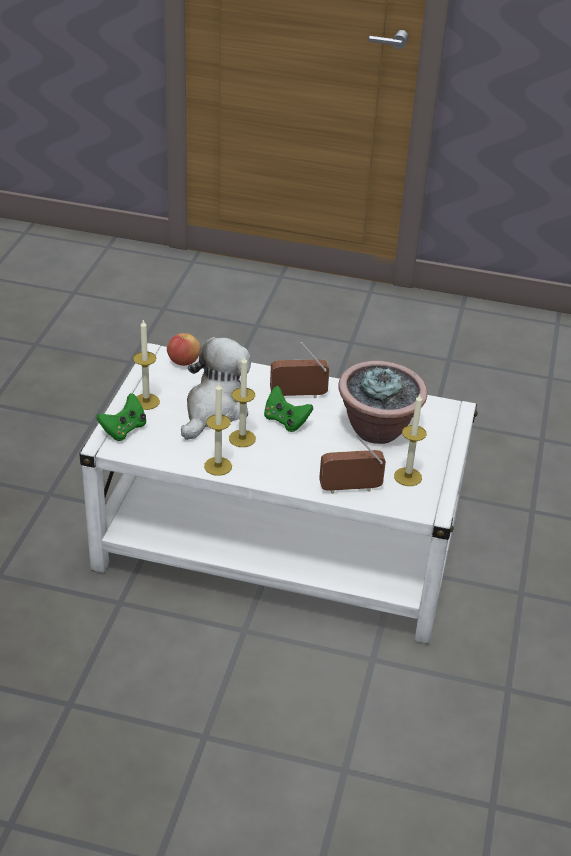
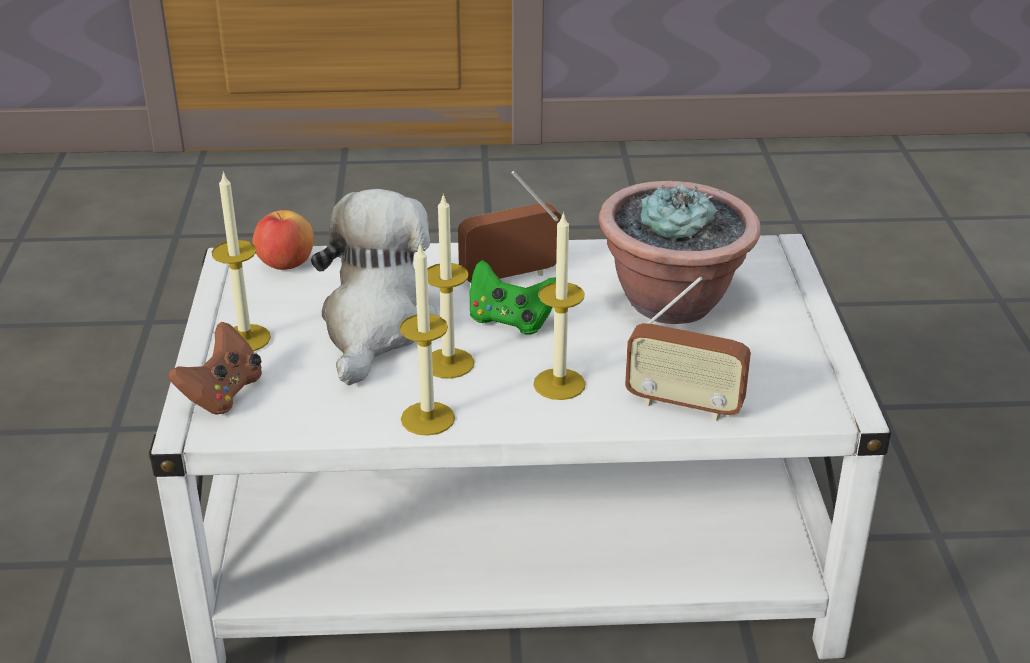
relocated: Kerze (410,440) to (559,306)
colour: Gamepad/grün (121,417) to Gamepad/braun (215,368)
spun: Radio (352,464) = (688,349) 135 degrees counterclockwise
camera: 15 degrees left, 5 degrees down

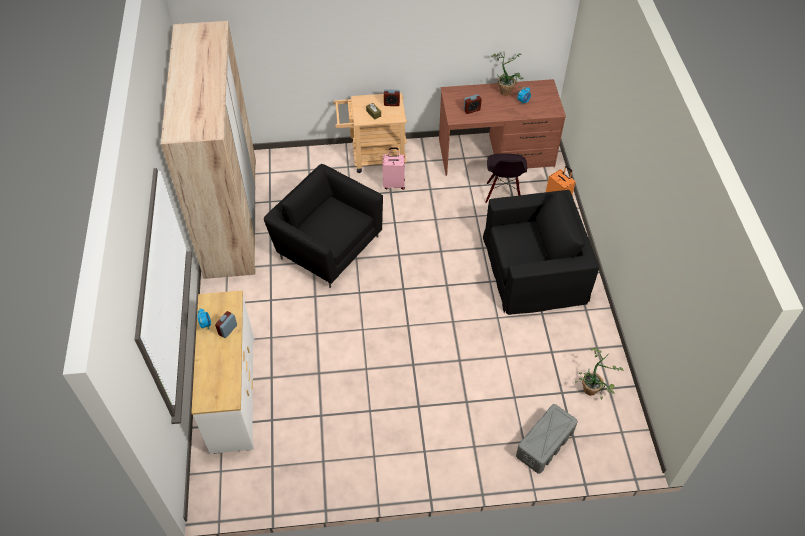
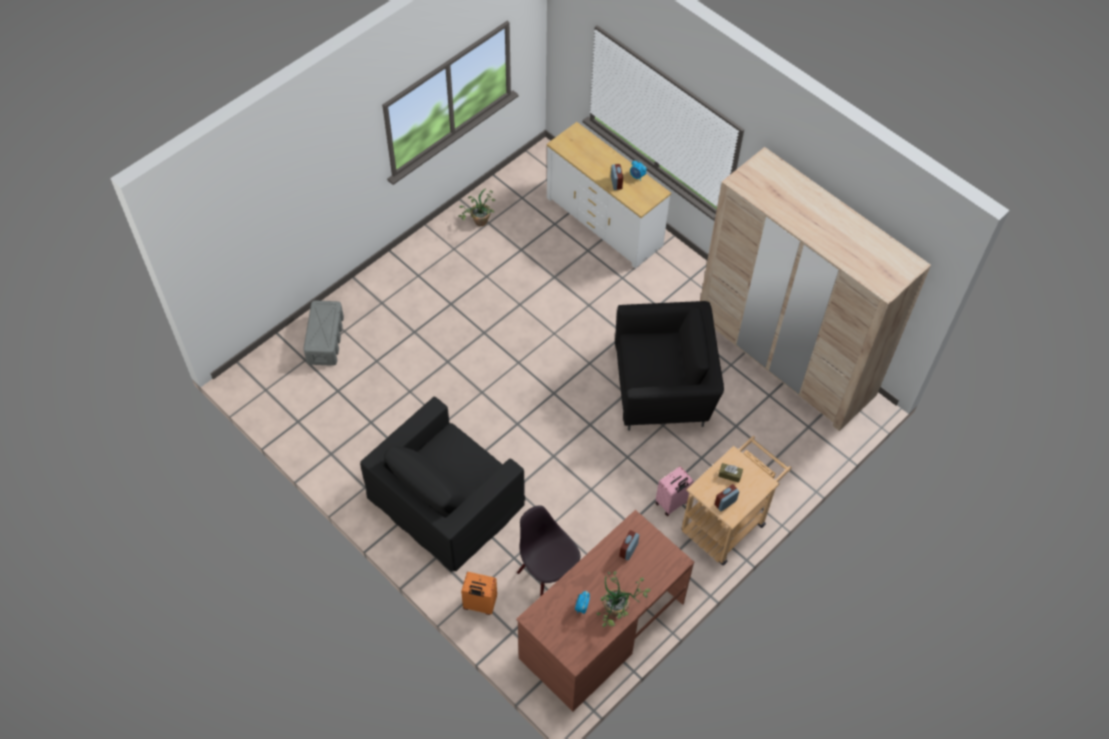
relocated: Topfpflanze (599,374) to (476,207)
camera: 140 degrees right, 5 degrees up

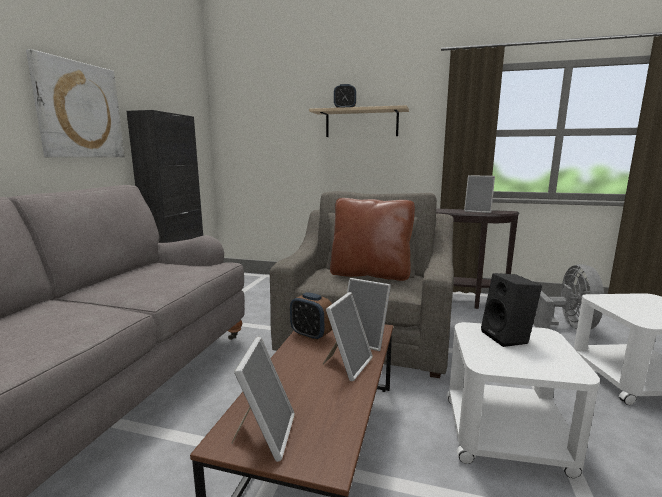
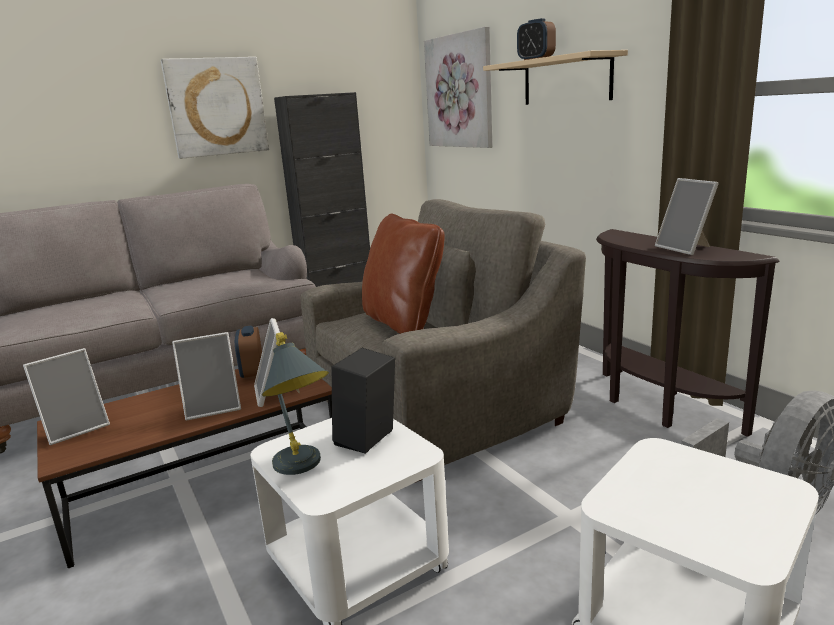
appeared: Tischlampe/grau (295,403); Bild (458,87)
camera: 45 degrees right, 5 degrees up

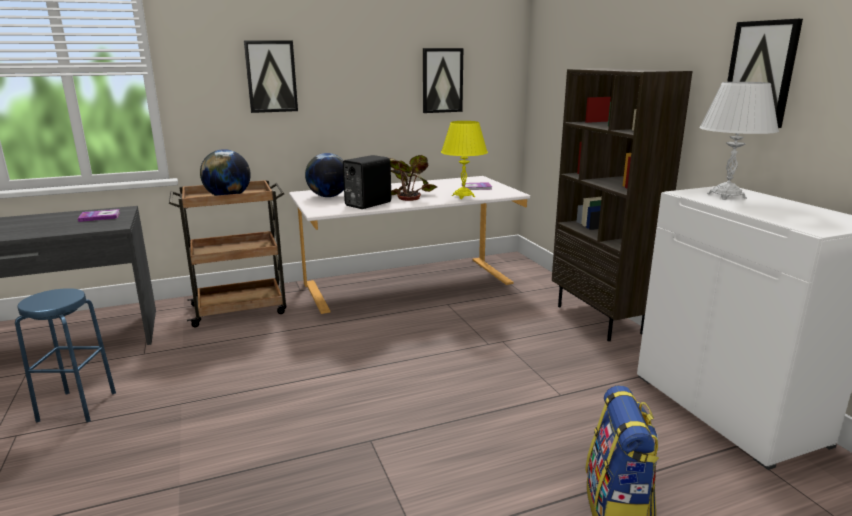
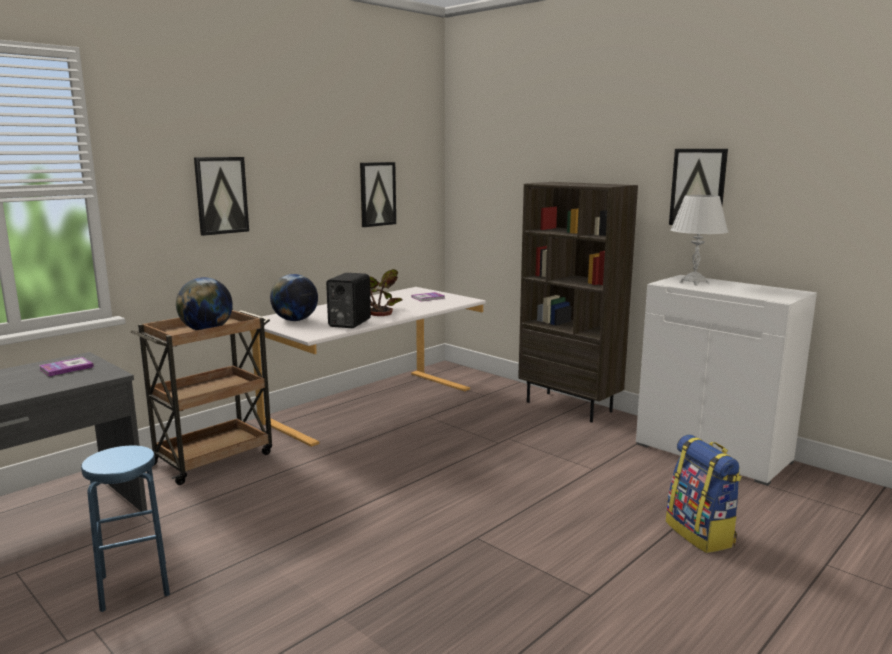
missing: Tischlampe/gelb (464,160)
camera: 25 degrees left, 5 degrees down

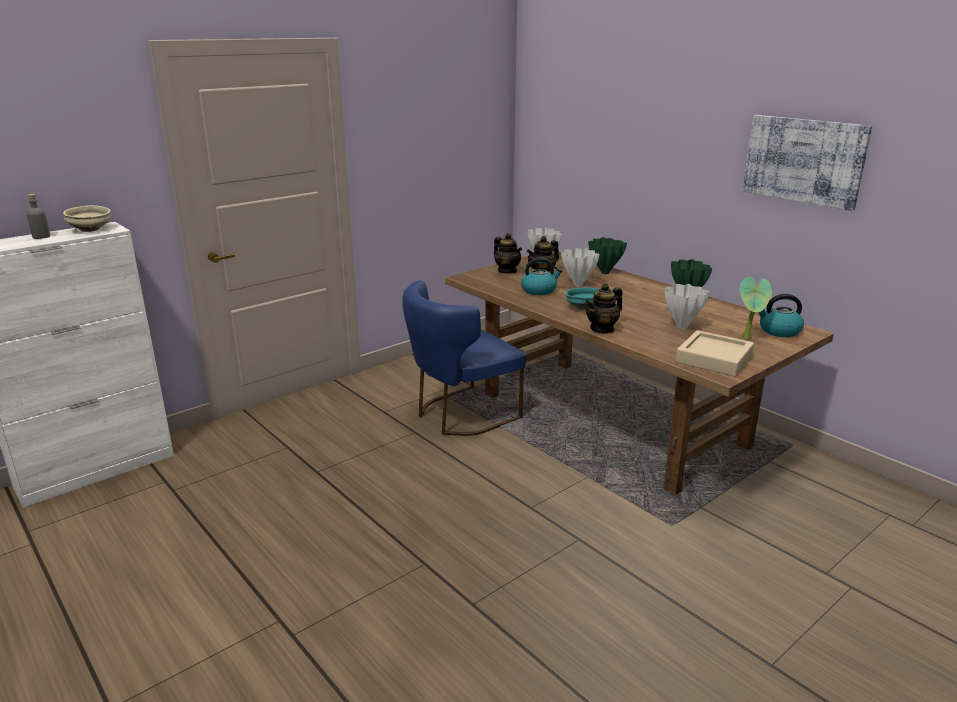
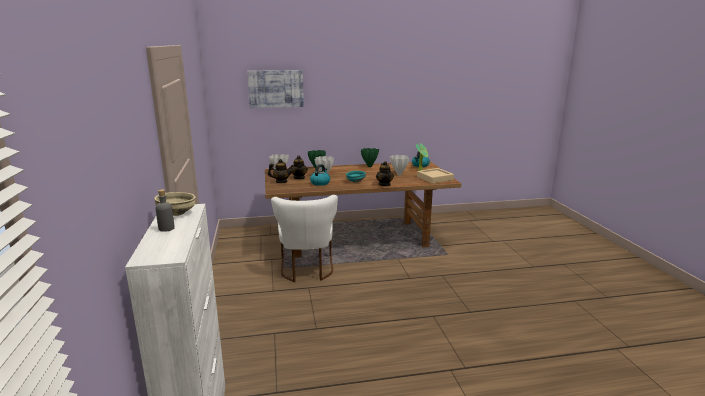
relocated: Bild (807,163) to (275,89)
colour: Stuhl/blau (464,358) to Stuhl/weiß (304,238)
camera: 60 degrees left, 5 degrees down

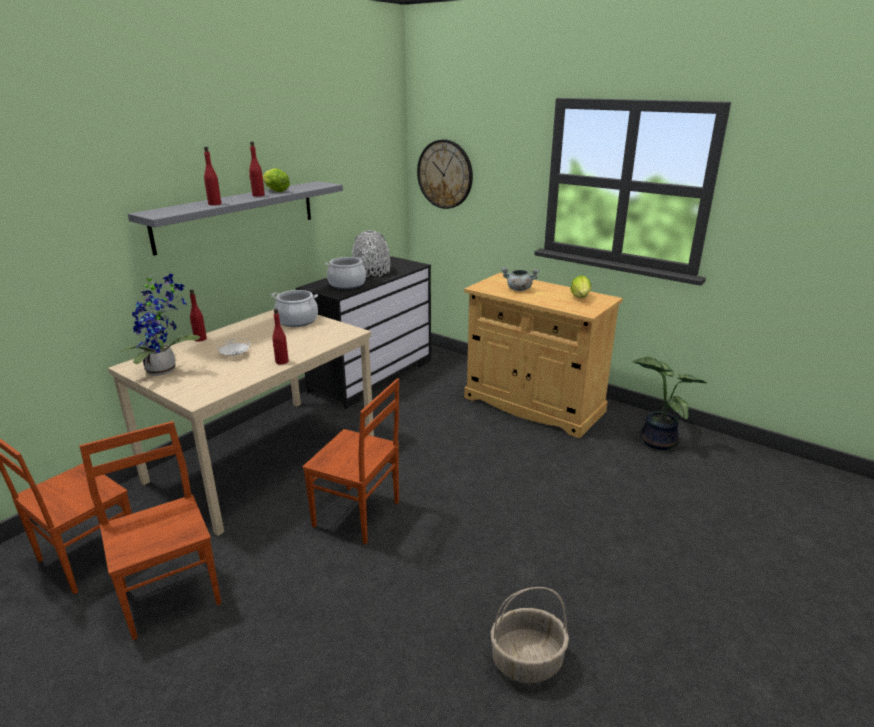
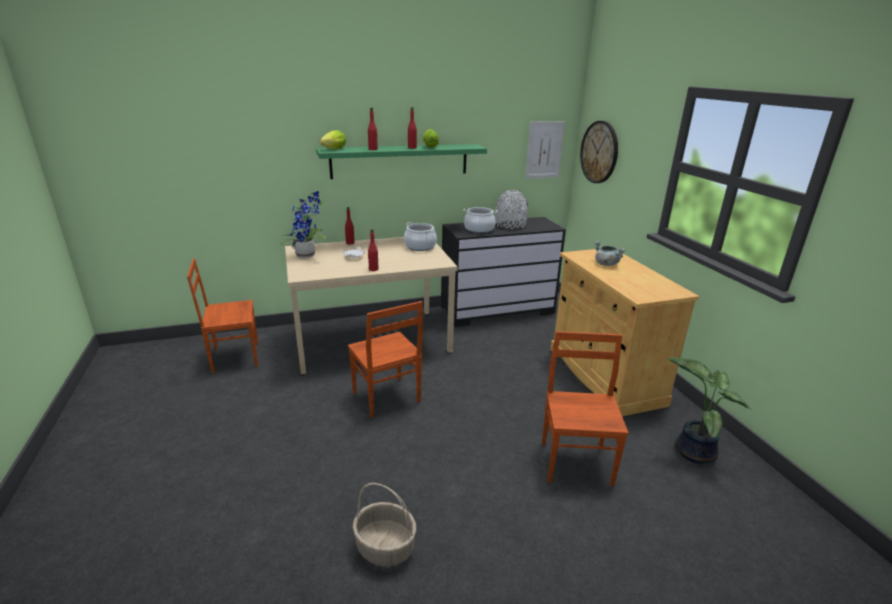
appeared: Bild (545,150)
relocated: Stuhl/braun (150,530) to (585,408); Salatkopf (580,286) to (332,139)
colour: Wandregal/grau (235,218) to Wandregal/grün (401,161)
camera: 35 degrees right, 0 degrees up

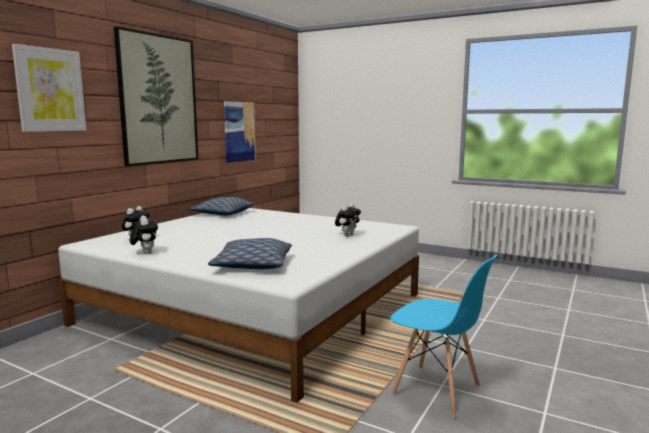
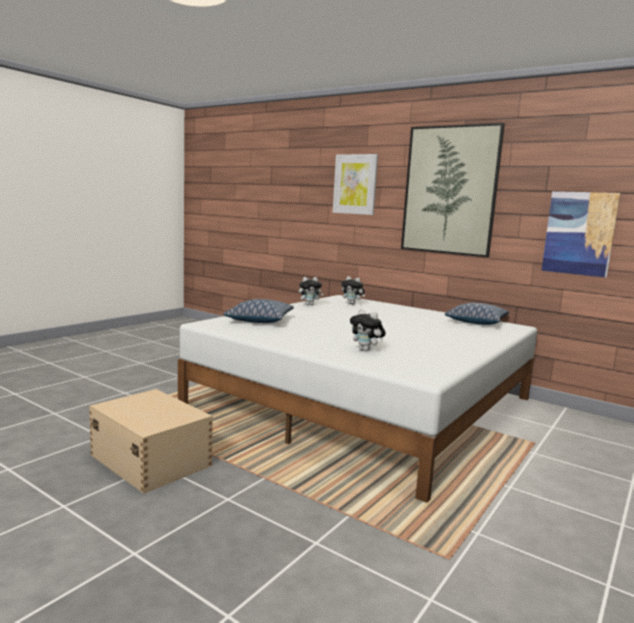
exchanged: Stuhl/blau (444,336) to Aufbewahrungsbox/beige (151,441)
camera: 95 degrees right, 0 degrees up

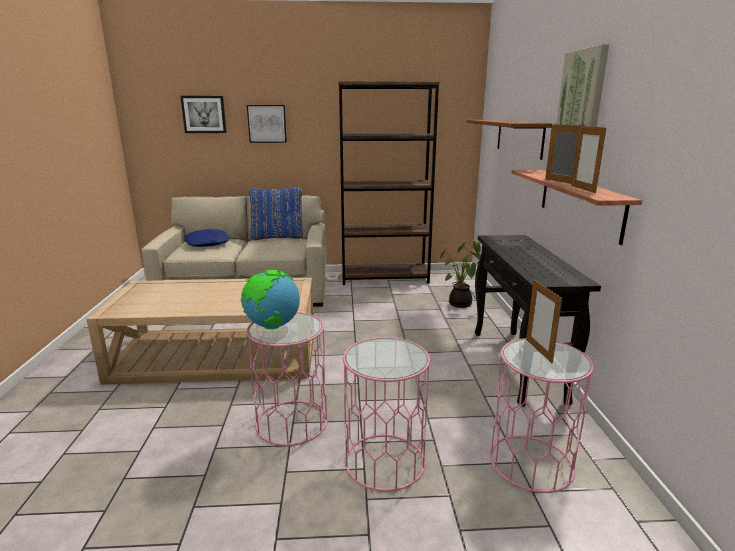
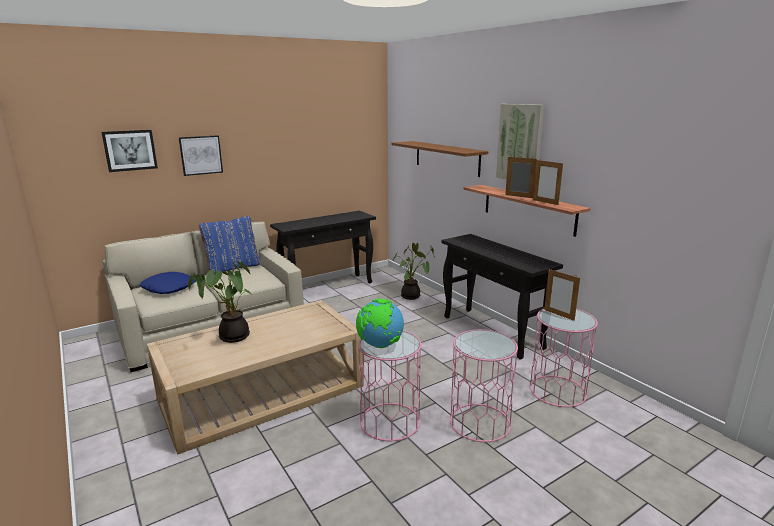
appeared: Topfpflanze (219,302)
exchanged: Bücherregal/braun (389,183) to Konsolentisch/schwarz (323,247)
camera: 30 degrees left, 0 degrees up

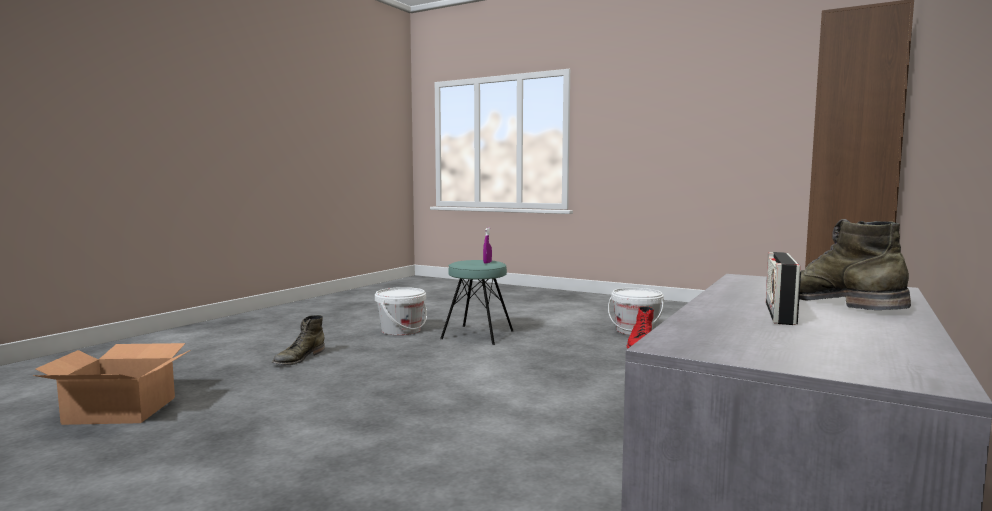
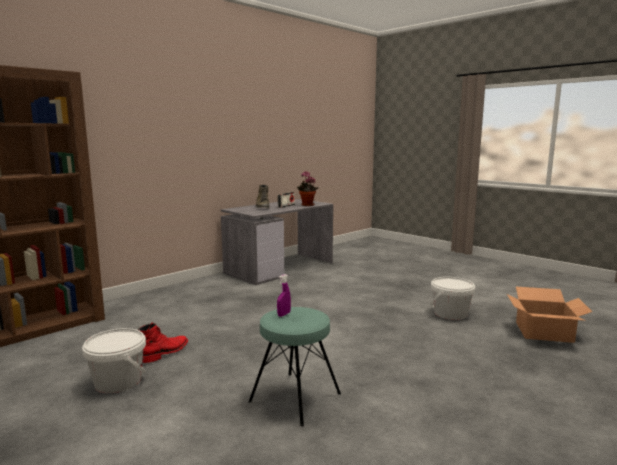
missing: Stiefel/grün (298,340)
appeared: Topfpflanze (307,188)
relocated: Eimer/weiß (401,311) to (452,298)
camera: 165 degrees left, 5 degrees up

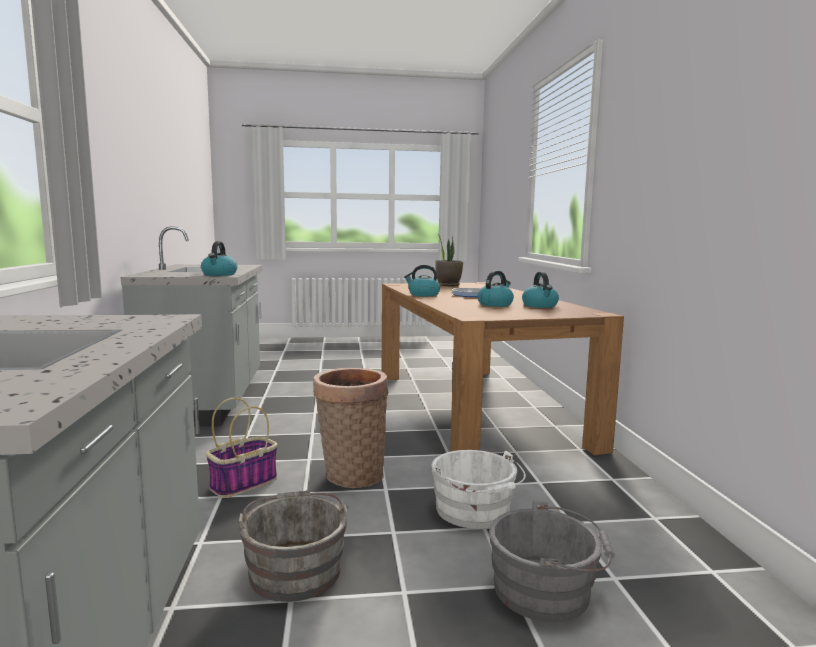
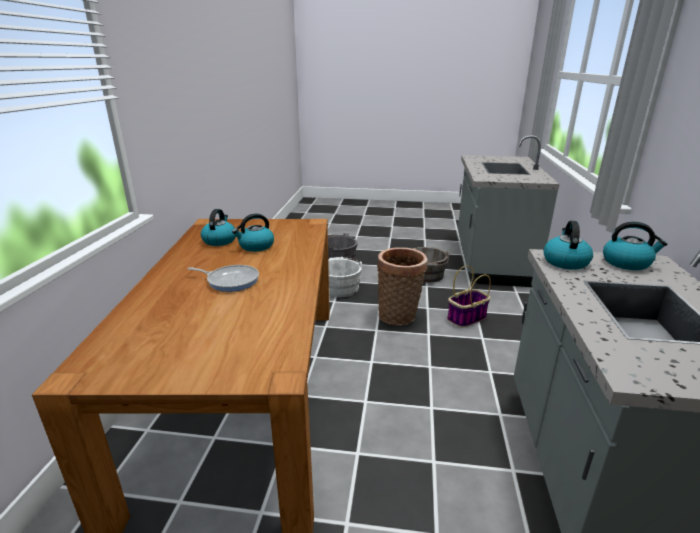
missing: Topfpflanze (449,259)
relocated: Wasserkessel (422,280) to (635,246)
camera: 165 degrees left, 15 degrees up

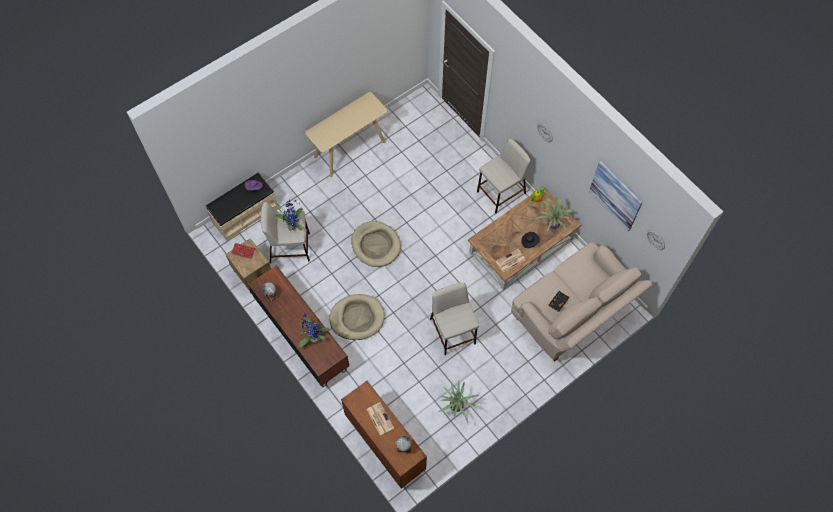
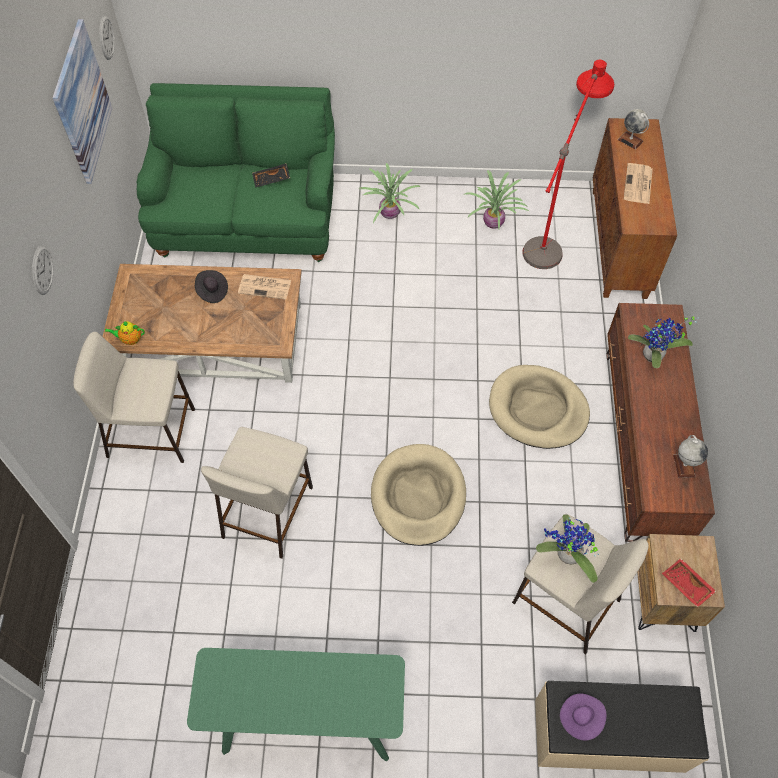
appeared: Stehlampe/rot (568,164)
relocated: Hocker/beige (454,319) to (257,493); Topfpflanze (554,215) to (390,193)
colour: Konsolentisch/beige (346,134) to Konsolentisch/grün (296,704); Sofa/beige (581,302) to Sofa/grün (235,172)
camera: 140 degrees left, 5 degrees down

